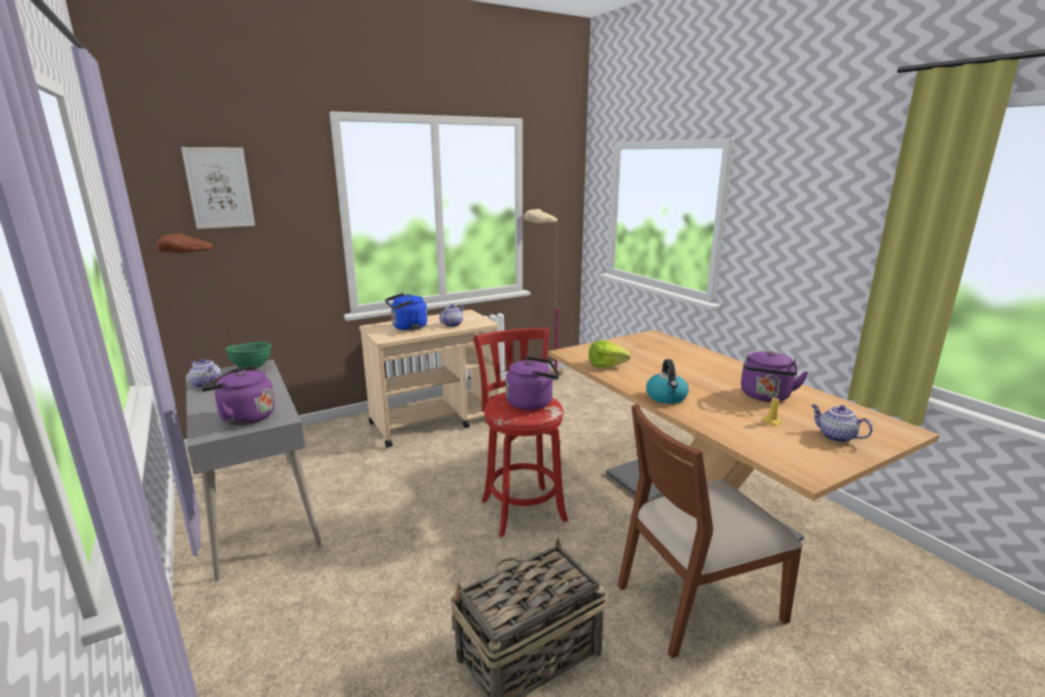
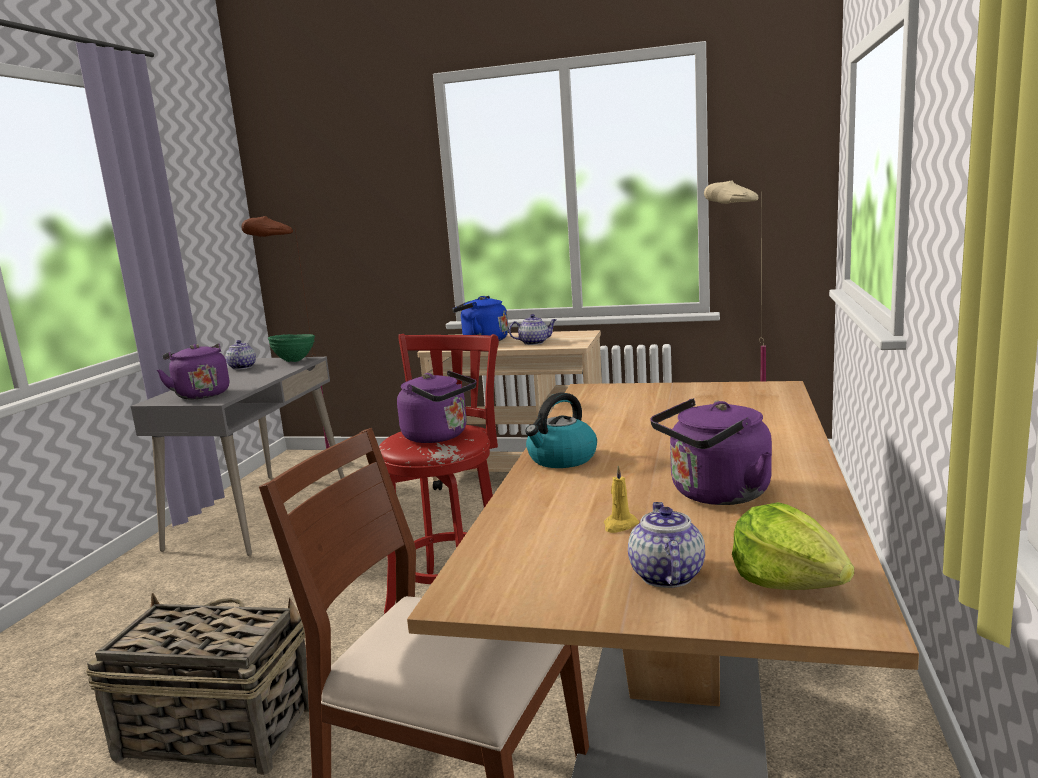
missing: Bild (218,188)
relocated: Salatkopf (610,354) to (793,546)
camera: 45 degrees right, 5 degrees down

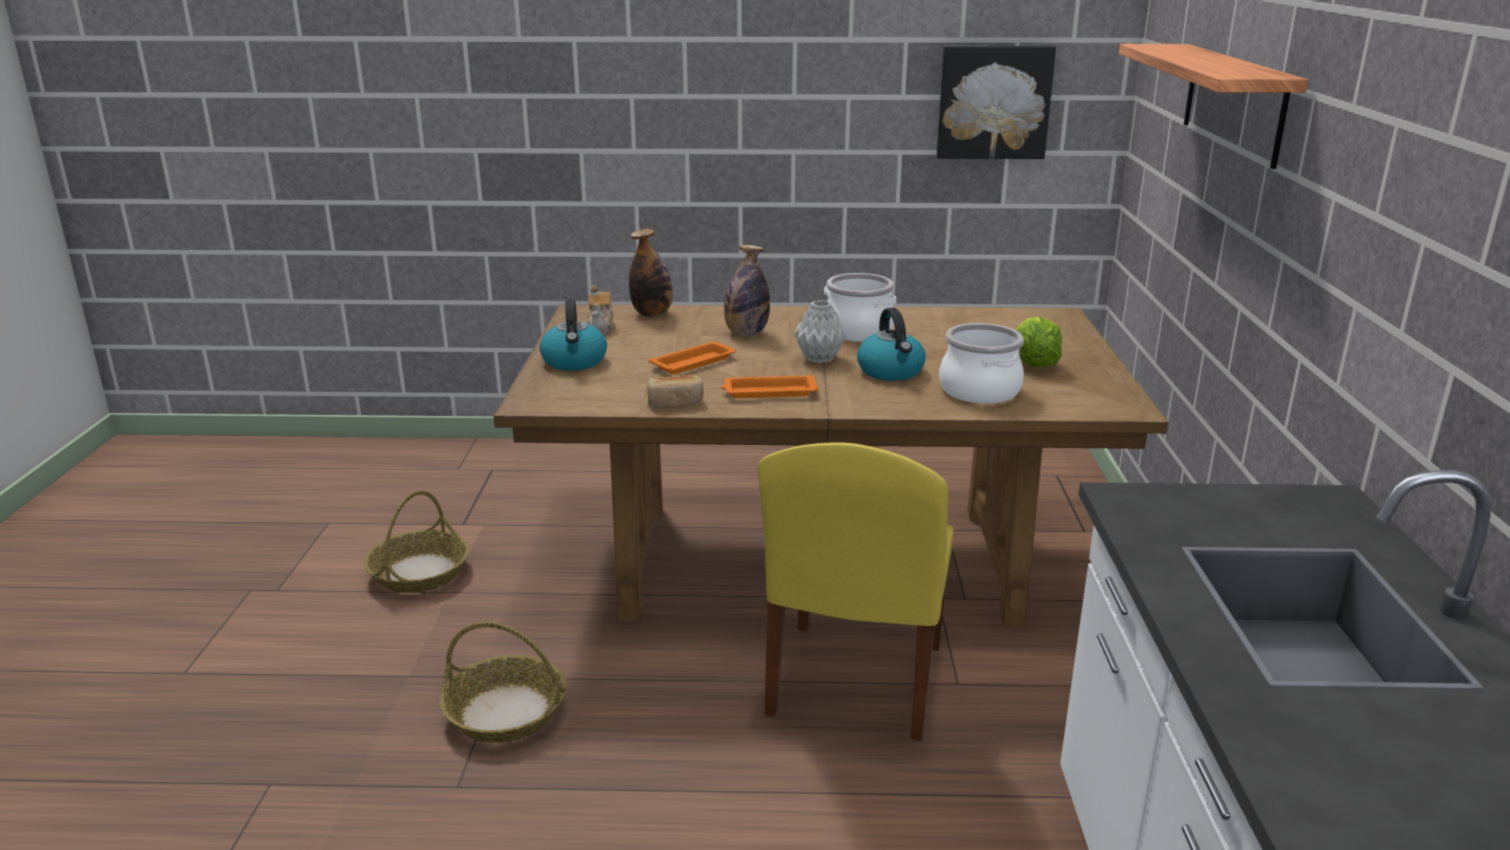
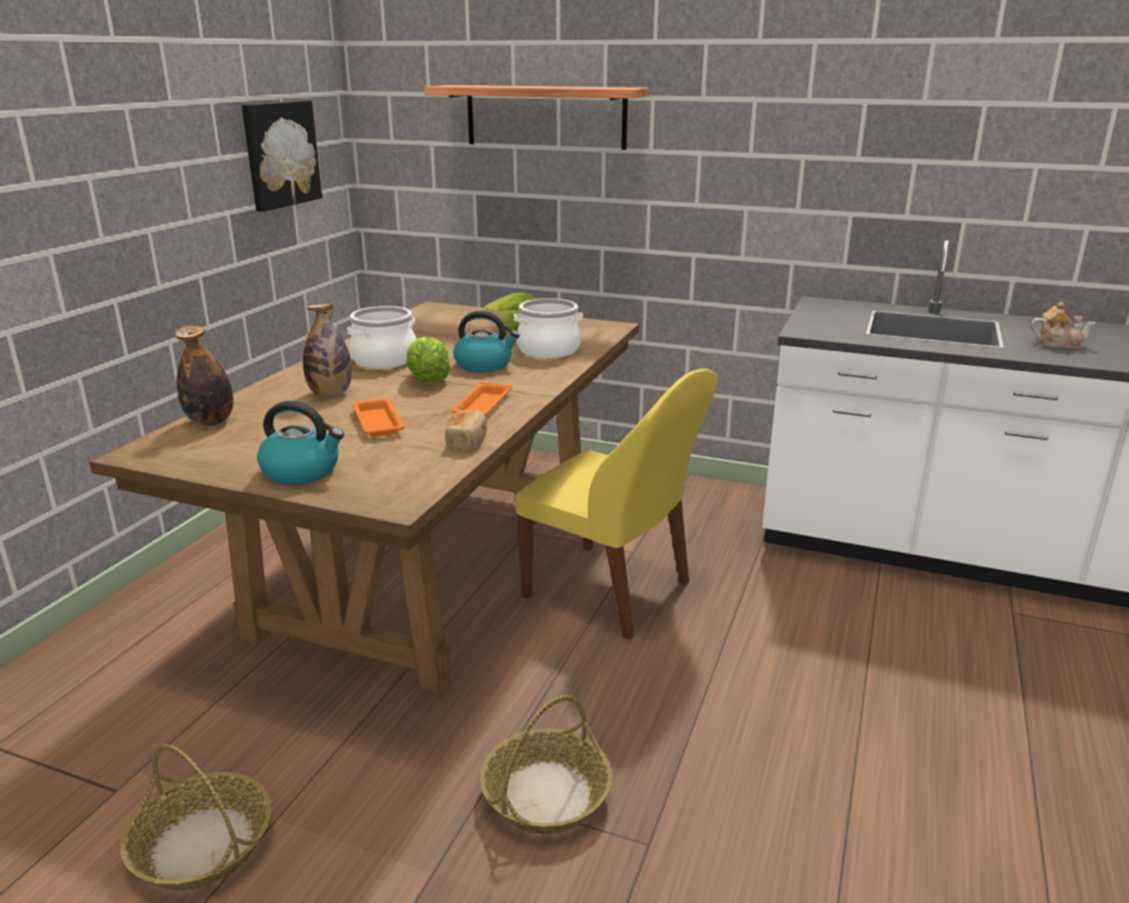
relocated: Teekanne (601,310) to (1063,325)
exchanged: Vase/grau (820,331) to Salatkopf (428,359)
camera: 70 degrees left, 0 degrees up

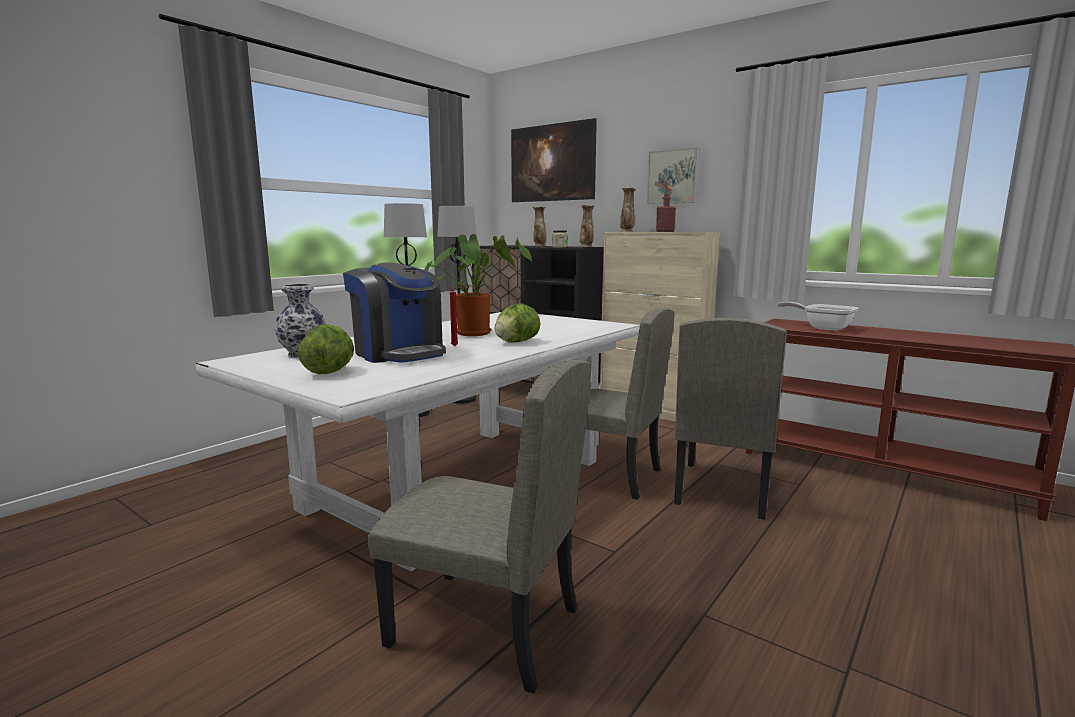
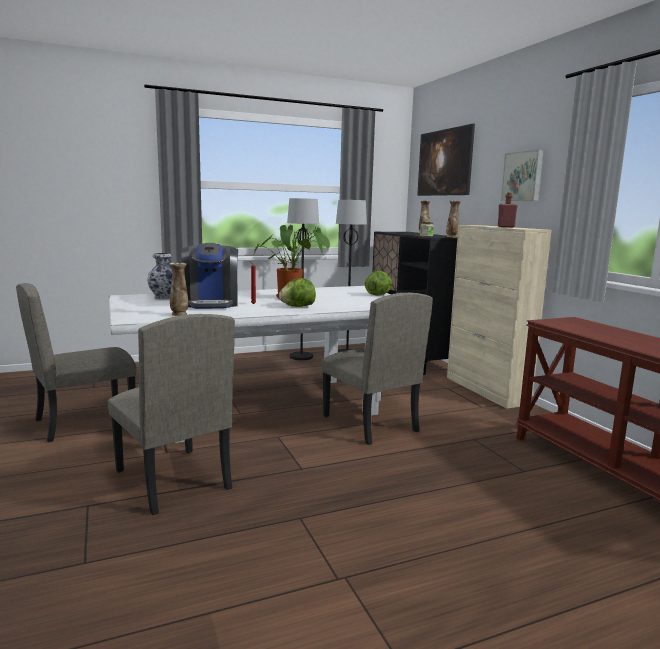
missing: Pfanne (818,316)
relocated: Salatkopf (326,349) to (378,283); Vase (628,209) to (179,289); Stuhl/beige (730,419) to (76,362)
camera: 30 degrees right, 0 degrees up

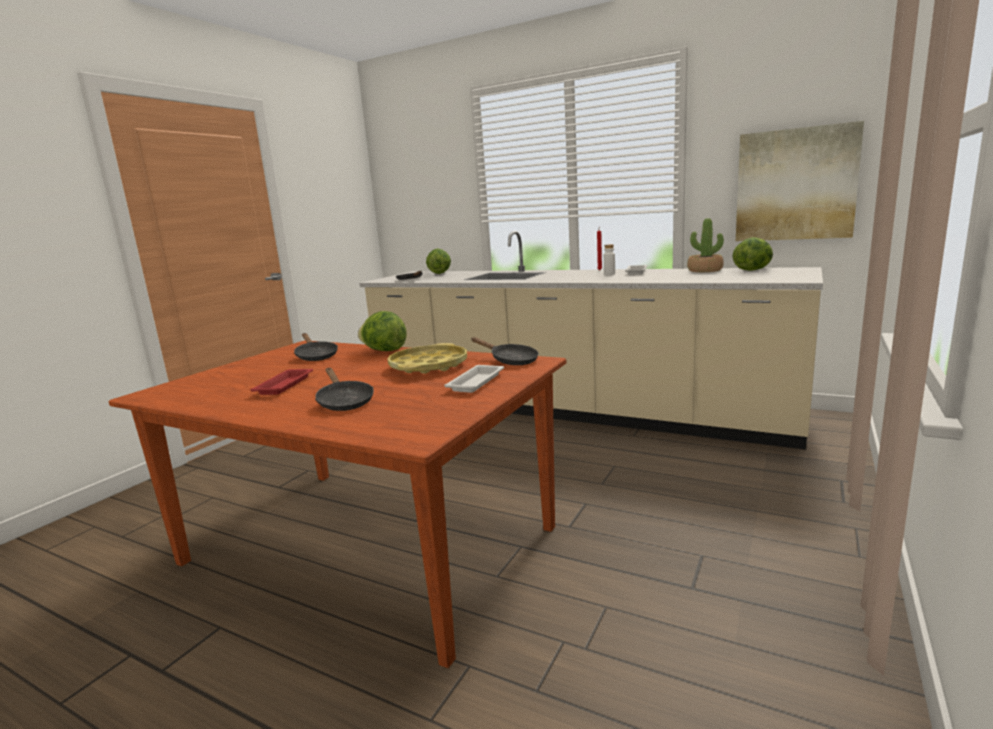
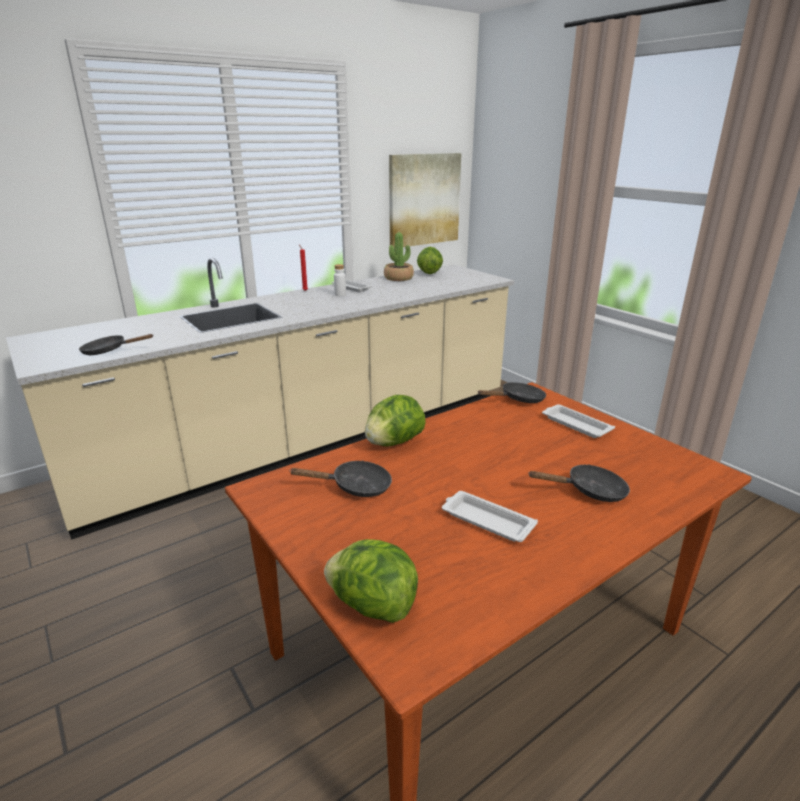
missing: Tablett/gelb (427,358)
relocated: Salatkopf (438,261) to (371,581)
colour: Tablett/rot (281,382) to Tablett/weiß (490,516)
camera: 65 degrees left, 10 degrees up

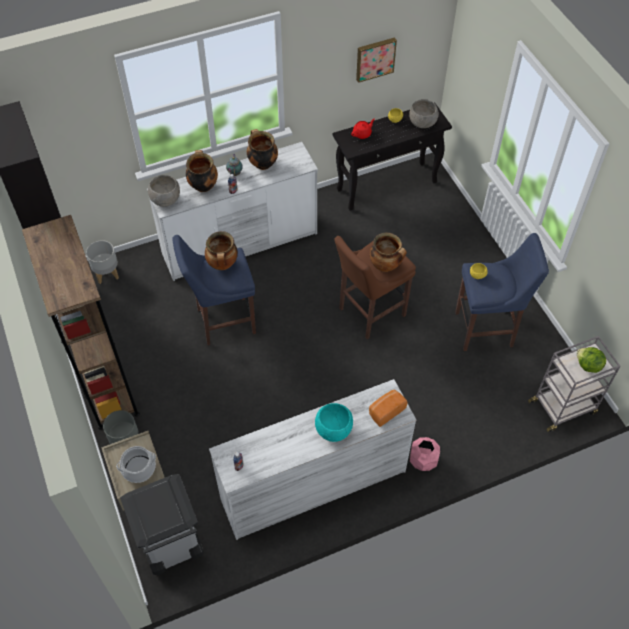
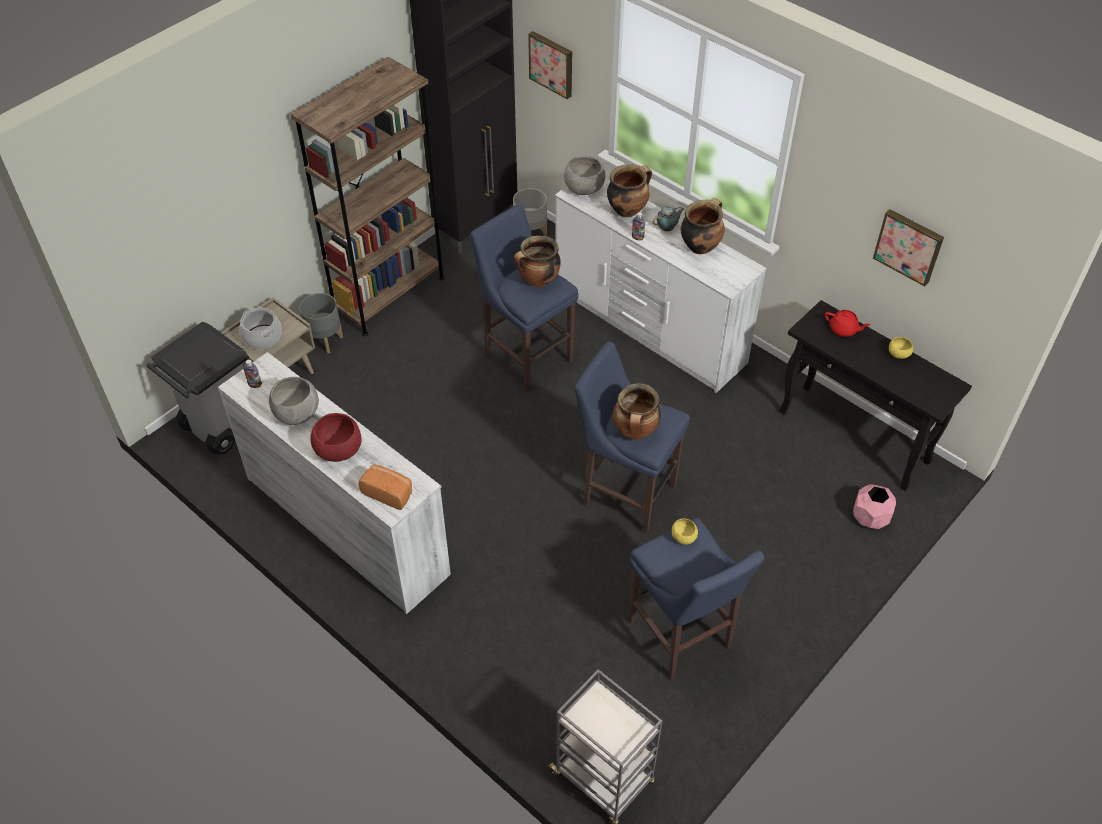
missing: Salatkopf (591,360)
appeared: Bild (550,65)
relocated: Schüssel/grau (424,113) to (294,401); Pflanzkübel/rosa (425,454) to (874,506)
colour: Schüssel/türkis (334,422) to Schüssel/rot (336,437); Hocker/braun (375,287) to Hocker/blau (632,438)
camera: 65 degrees right, 5 degrees down

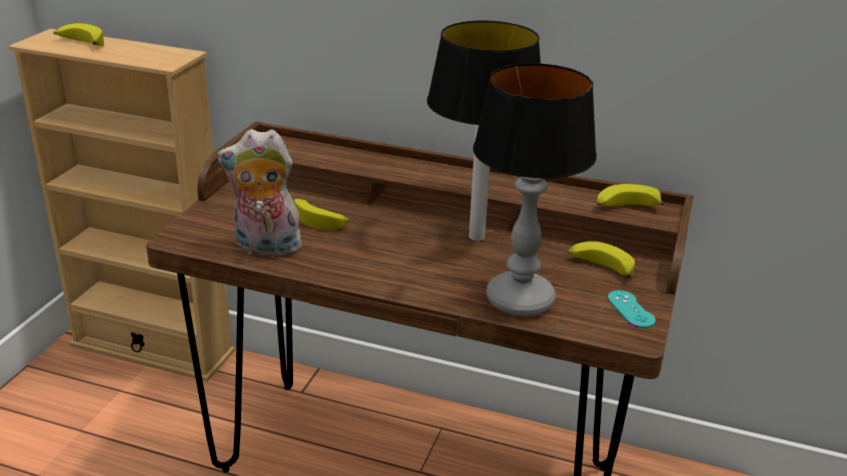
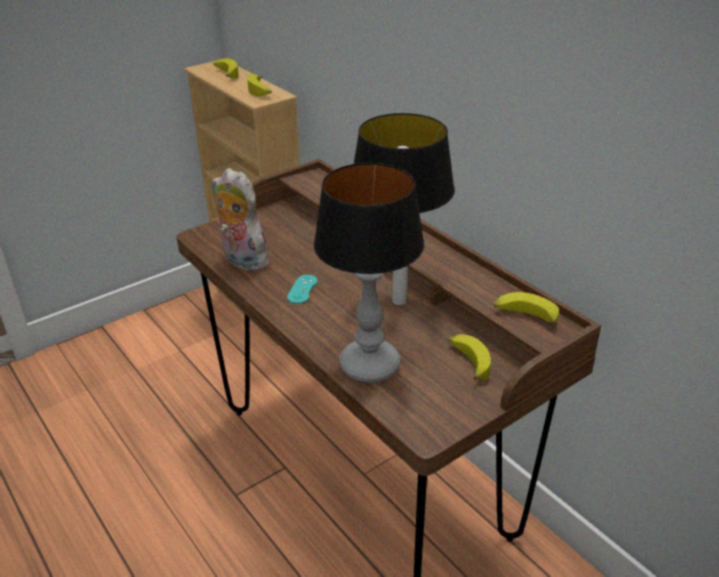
relocated: Banane (322,214) to (259,84); Gamepad/türkis (632,309) to (302,289)
camera: 35 degrees right, 5 degrees up

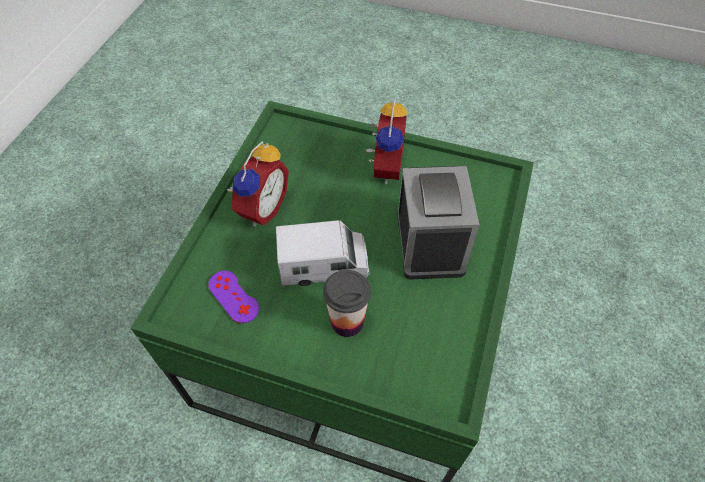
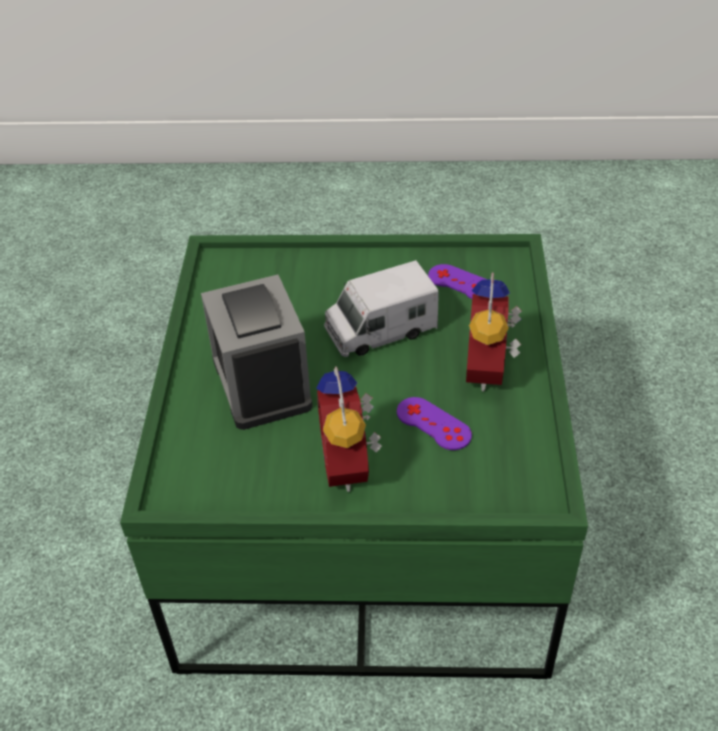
missing: Tasse (347,303)
appeared: Gamepad/lila (434,423)
camera: 165 degrees right, 10 degrees down

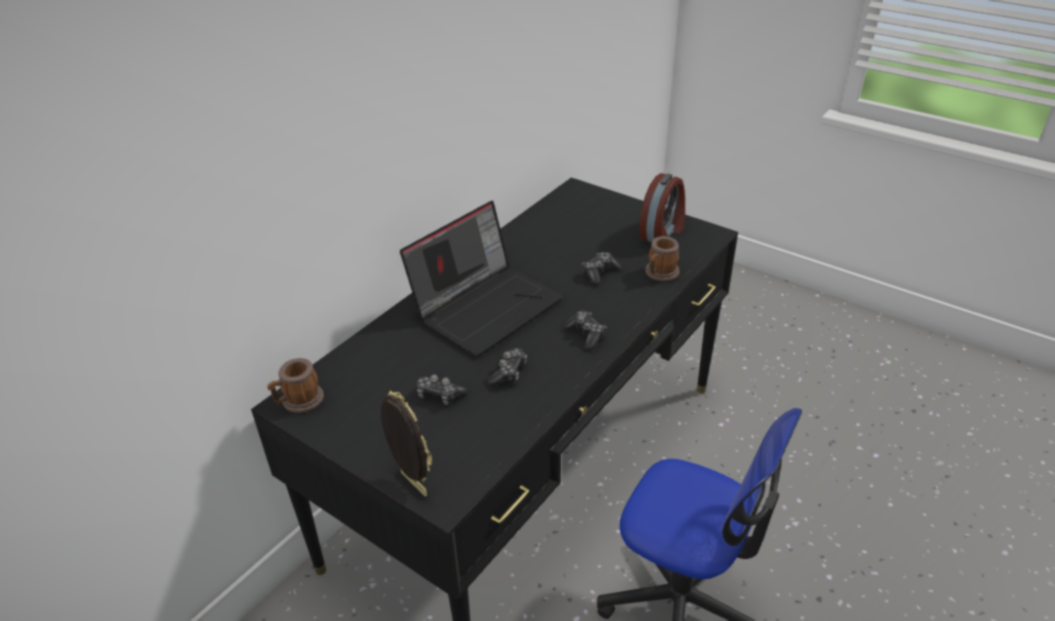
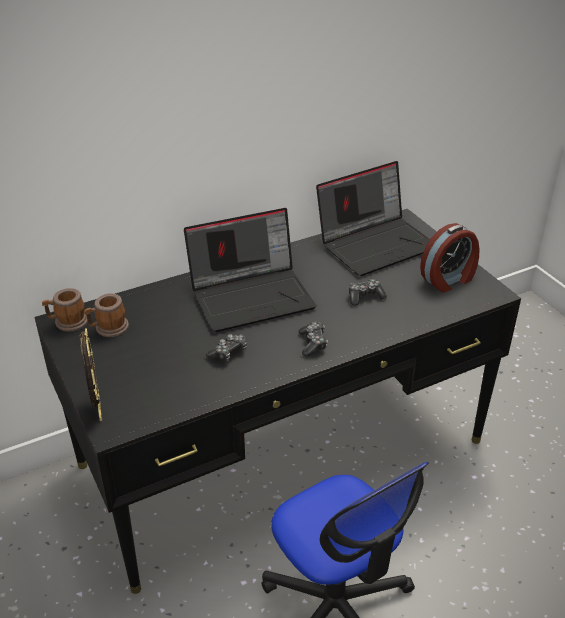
missing: Gamepad (441,389)
appeared: Laptop (373,218)
relocated: Henkelbecher (662,258) to (106,315)
camera: 25 degrees right, 0 degrees up

